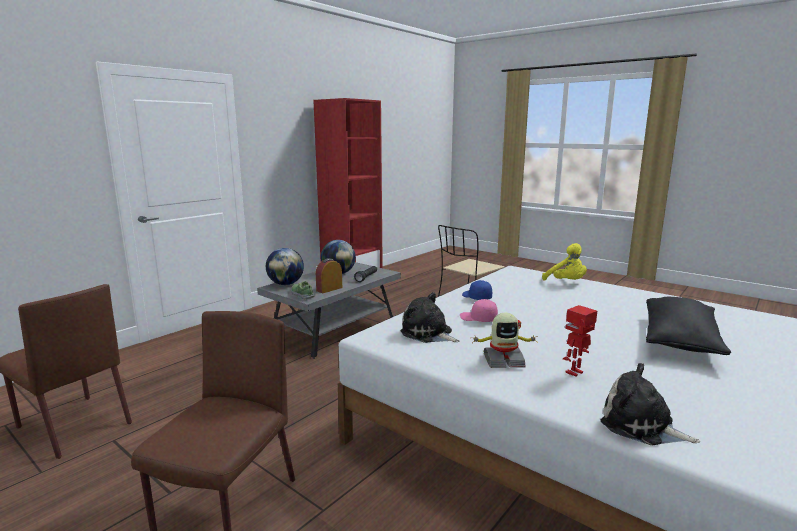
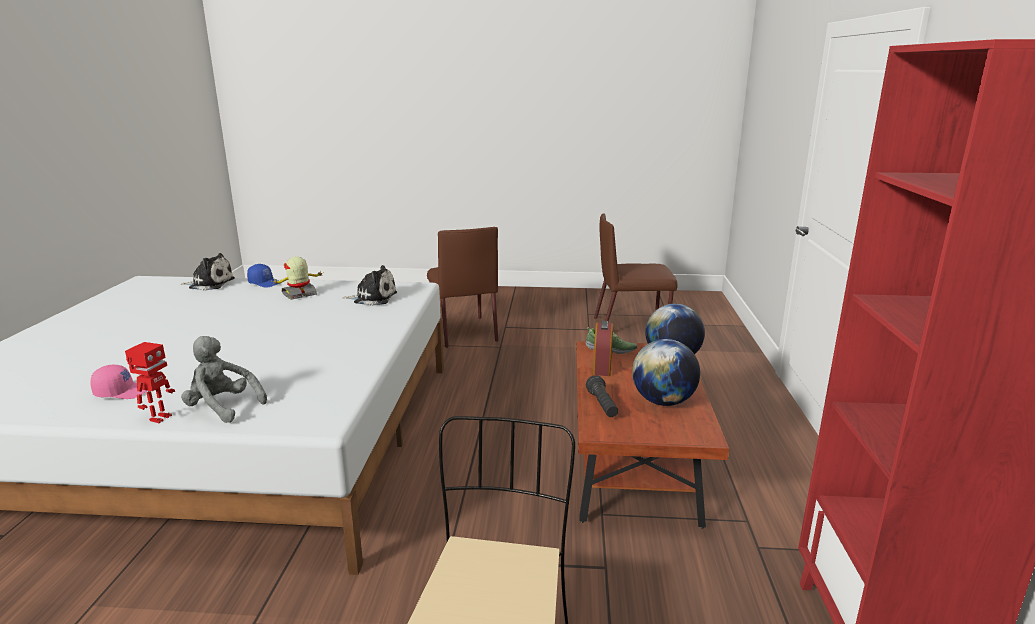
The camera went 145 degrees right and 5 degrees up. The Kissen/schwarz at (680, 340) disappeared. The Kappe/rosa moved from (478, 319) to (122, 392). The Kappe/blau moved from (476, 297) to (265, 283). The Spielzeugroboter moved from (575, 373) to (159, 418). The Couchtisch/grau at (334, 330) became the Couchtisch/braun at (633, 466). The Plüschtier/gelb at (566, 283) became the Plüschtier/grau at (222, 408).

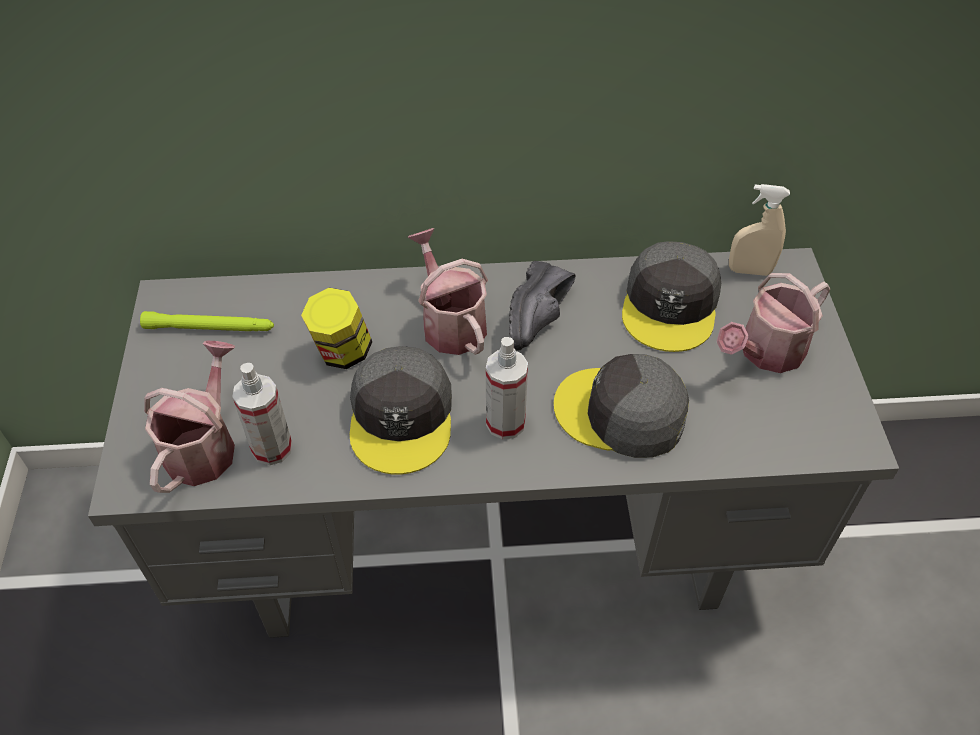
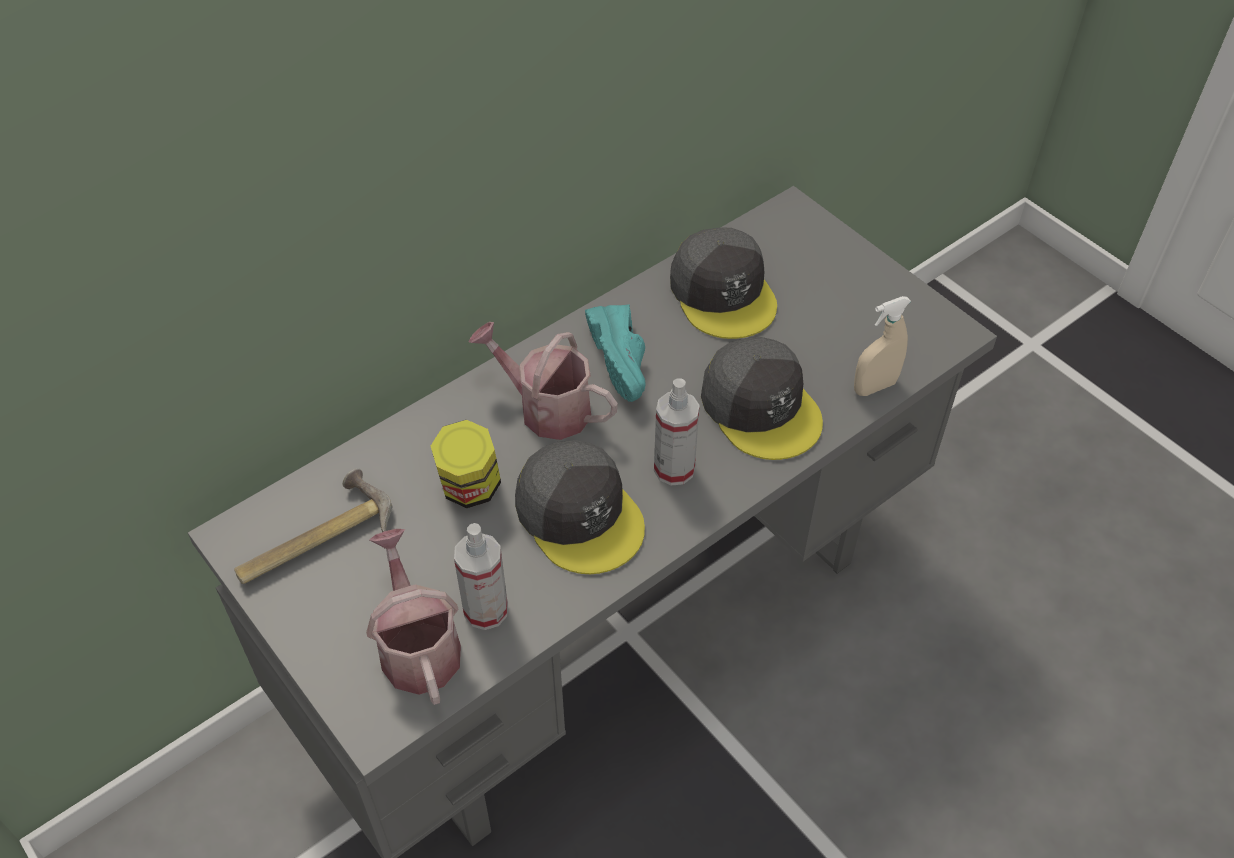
The camera went 35 degrees left and 0 degrees up. The Gießkanne at (765, 352) disappeared. The Sprühflasche/beige moved from (749, 270) to (874, 387). The Taschenlampe/grün at (210, 328) was replaced by the Hammer at (314, 538). The Schuh/schwarz at (541, 319) became the Schuh/türkis at (625, 362). The Kappe/grau at (621, 413) turned 105 degrees counterclockwise.

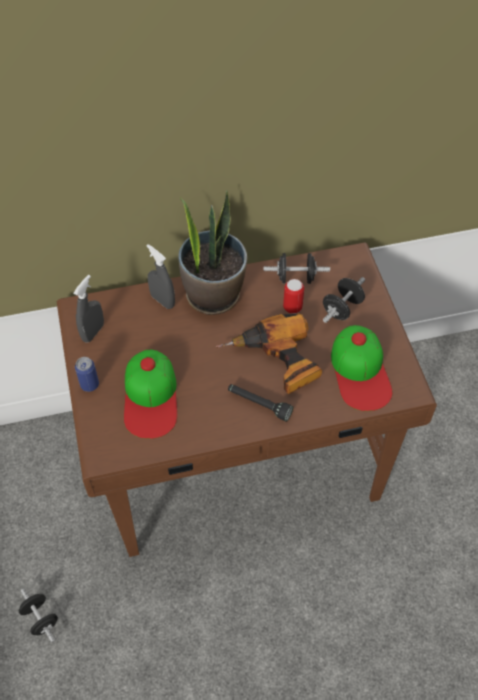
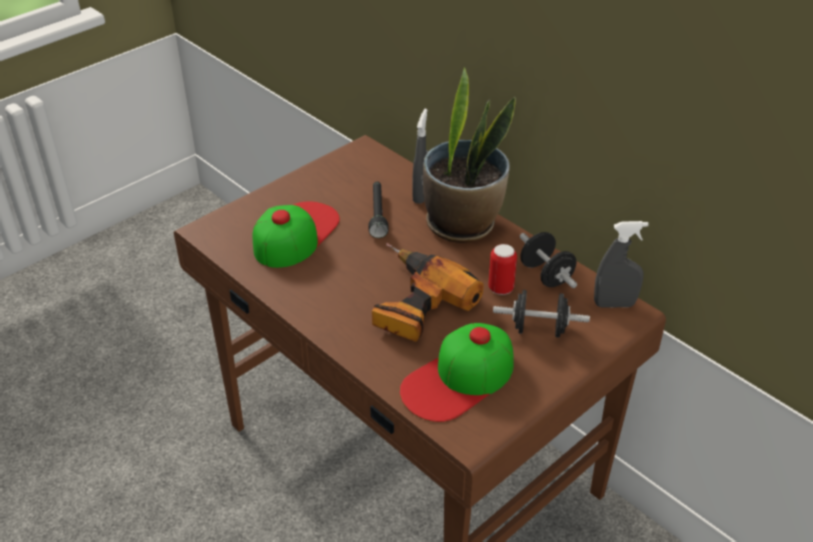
The camera went 60 degrees right and 15 degrees down. The Hantel/schwarz at (41, 618) disappeared. The Dose at (89, 384) disappeared. The Sprühflasche/grau moved from (93, 332) to (614, 304). The Taschenlampe/schwarz moved from (259, 404) to (377, 214). The Kappe at (151, 397) turned 150 degrees clockwise.

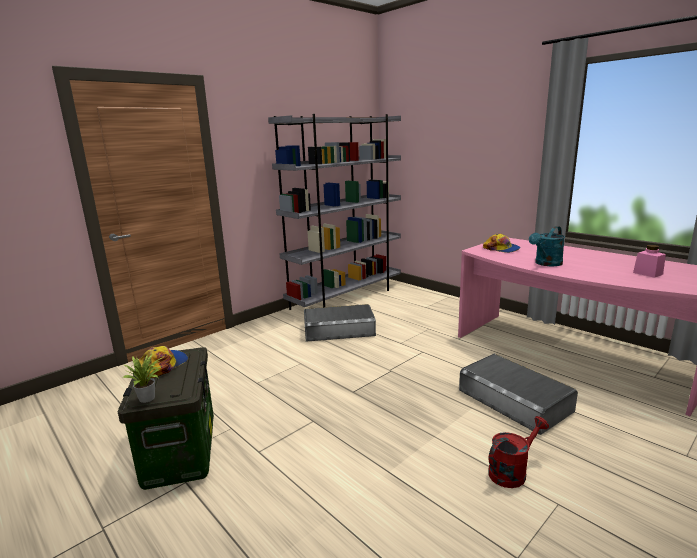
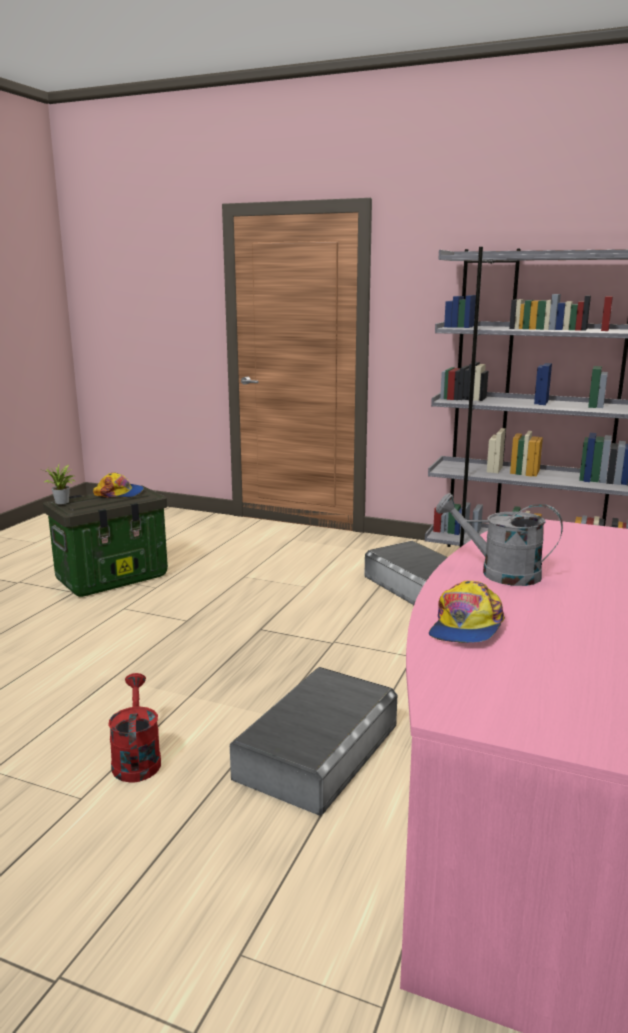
The camera went 65 degrees right and 0 degrees up. The Vorratsglas/rosa at (648, 273) disappeared. The Kappe moved from (501, 249) to (466, 626). The Gießkanne/türkis at (546, 264) became the Gießkanne/grau at (499, 573). The Gießkanne/rot at (512, 471) turned 135 degrees counterclockwise.

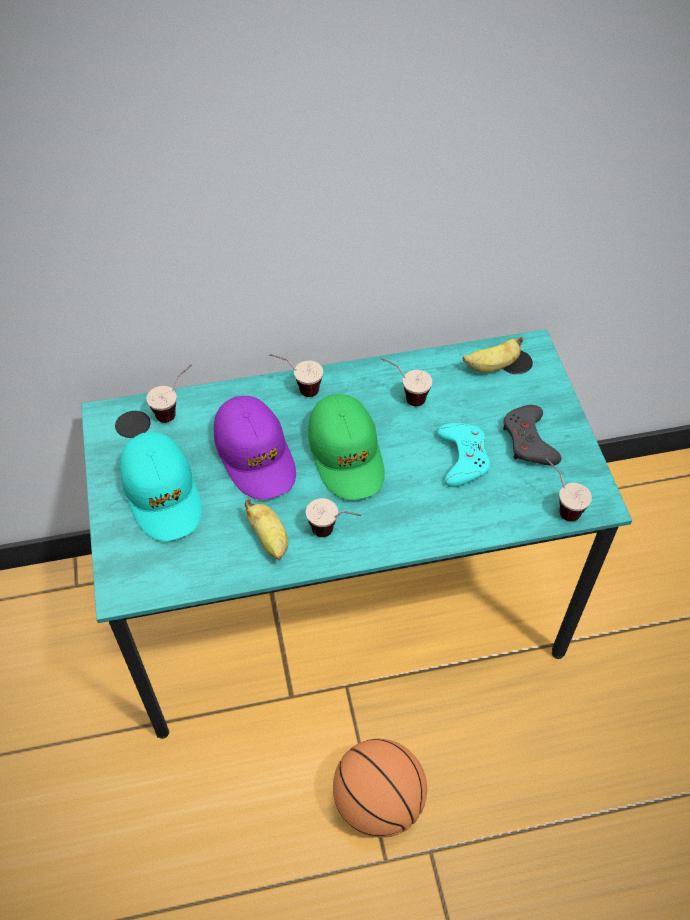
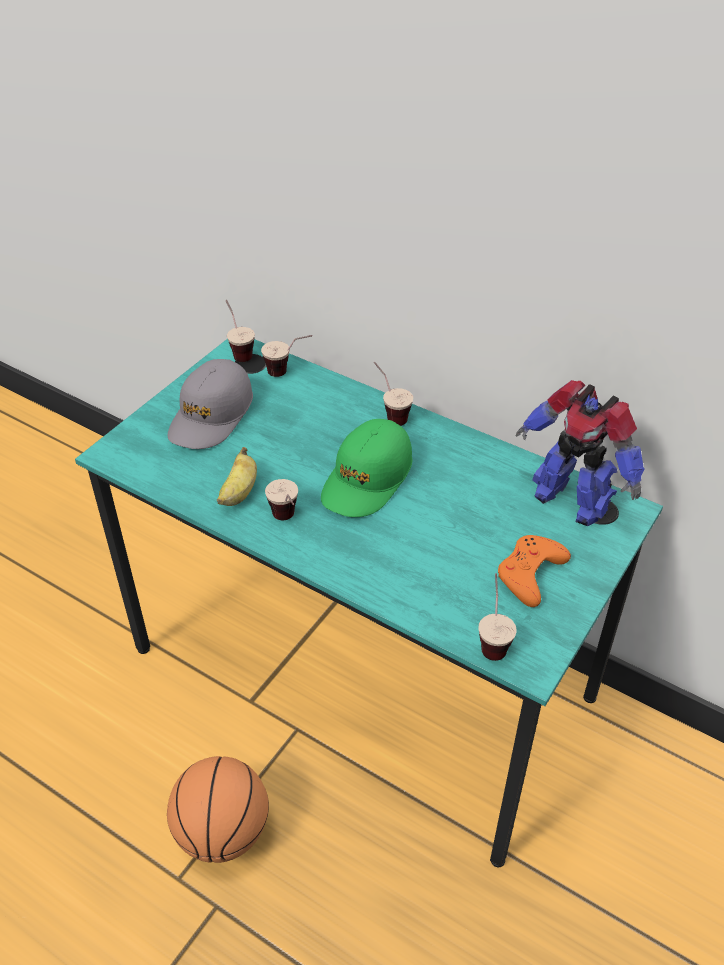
The camera went 45 degrees right and 10 degrees down. The Kappe/lila at (255, 455) disappeared. The Gamepad/türkis at (463, 458) disappeared. The Tasse moved from (404, 396) to (239, 351). The Banane at (491, 366) was replaced by the Spielzeugroboter at (571, 499). The Kappe/türkis at (162, 493) became the Kappe/grau at (211, 415). The Gamepad/grau at (529, 441) became the Gamepad/orange at (530, 573).

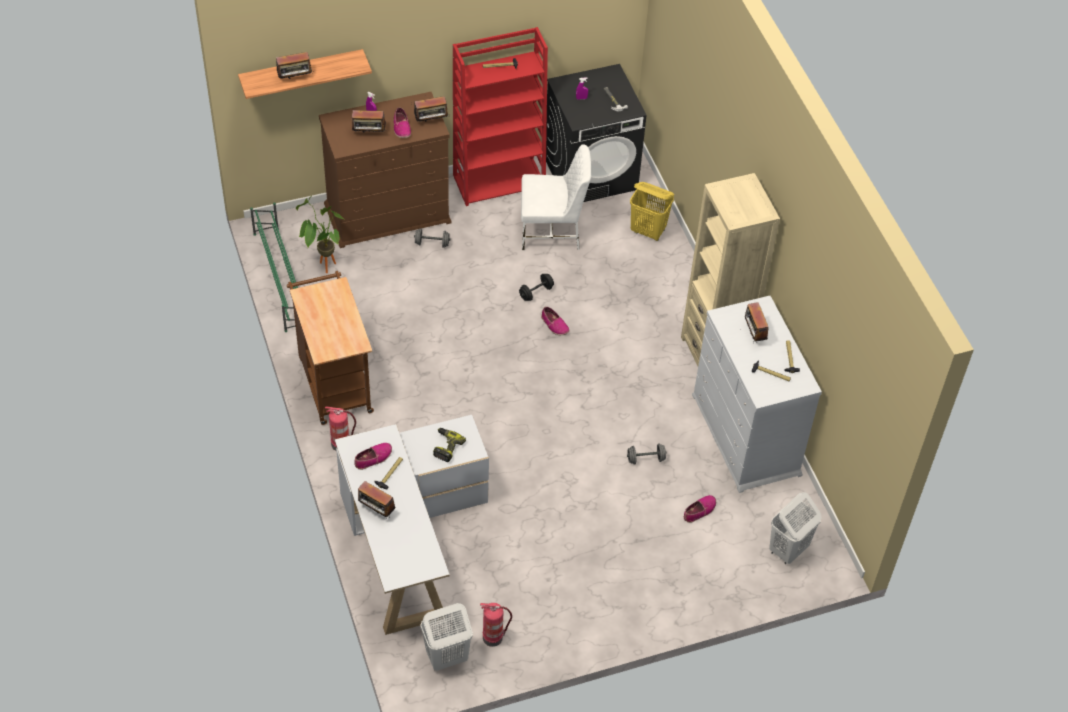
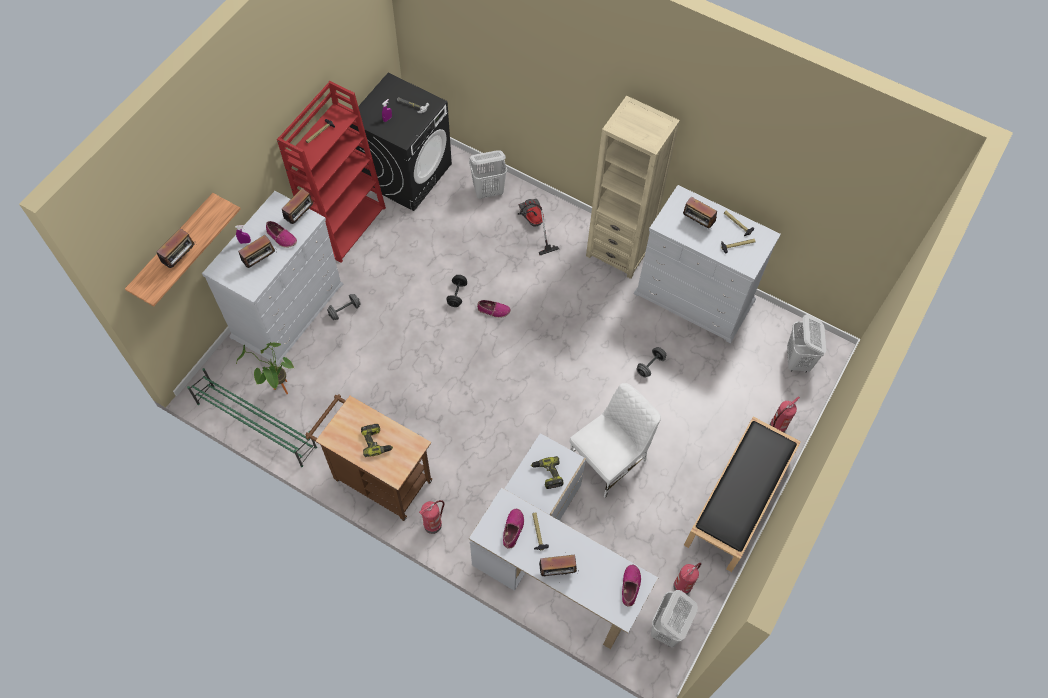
The camera went 40 degrees left and 10 degrees up. The Bohrmaschine at (376, 442) appeared. The Staubsauger at (533, 225) appeared. The Bank/schwarz at (738, 501) appeared. The Feuerlöscher at (777, 427) appeared. The Stuhl/weiß moved from (552, 231) to (609, 460). The Schuh moved from (699, 511) to (630, 586). The Kommode/braun at (388, 213) became the Kommode/weiß at (288, 310). The Wäschekorb/gelb at (648, 231) became the Wäschekorb/weiß at (488, 191).

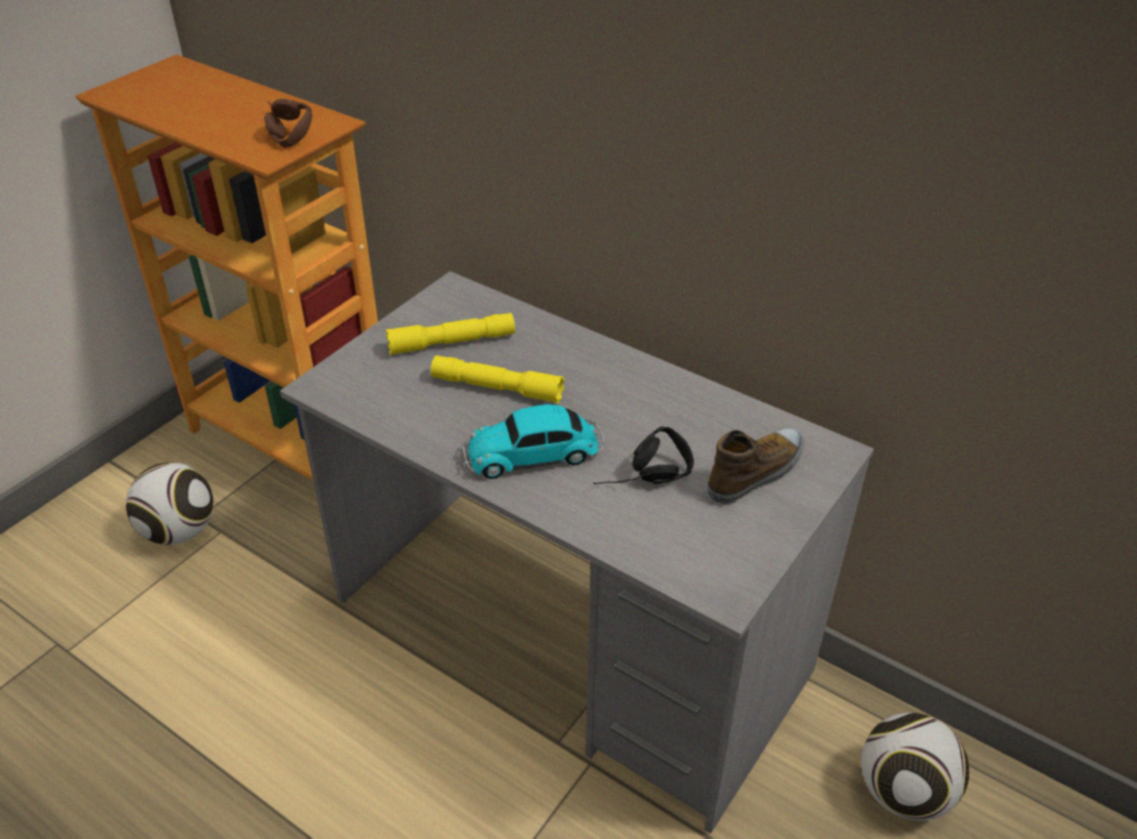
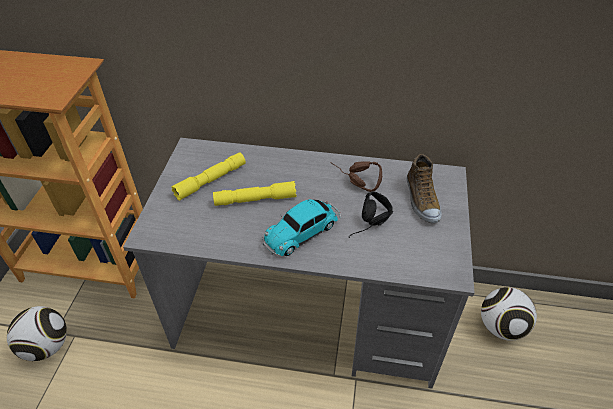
The camera went 25 degrees left and 5 degrees up. The Kopfhörer/braun moved from (279, 132) to (353, 181). The Schuh at (756, 472) turned 150 degrees clockwise.

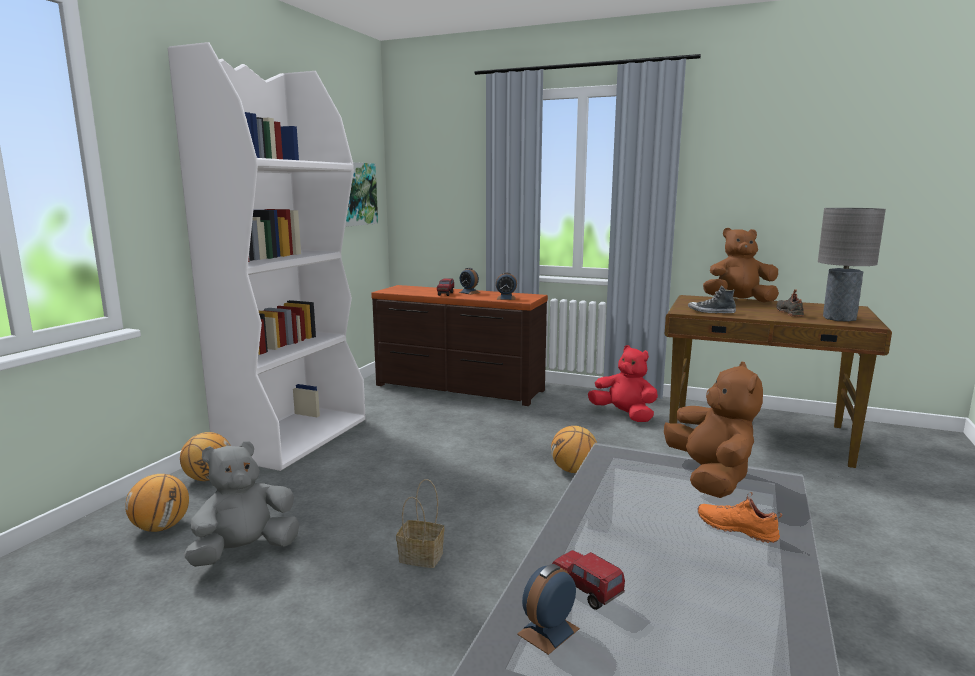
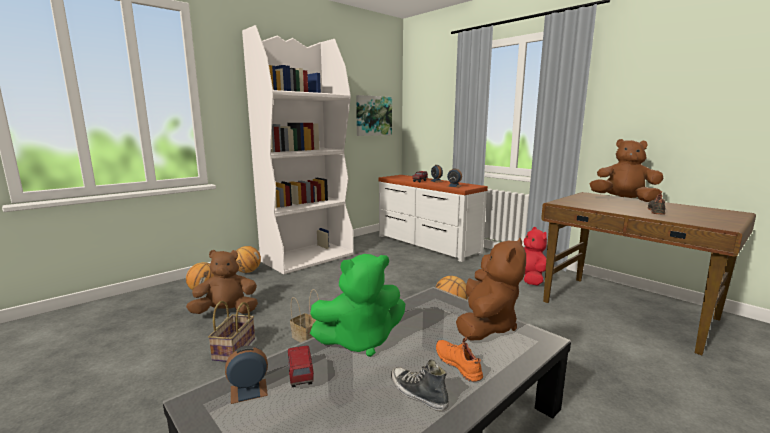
The camera went 25 degrees right and 0 degrees up. The Tischlampe/grau at (839, 318) disappeared. The Korb at (234, 349) appeared. The Plüschtier/grün at (360, 341) appeared. The Schuh moved from (711, 312) to (418, 393). The Plüschtier/grau at (245, 551) became the Plüschtier/braun at (226, 312). The Kommode/braun at (458, 388) became the Kommode/weiß at (426, 244).

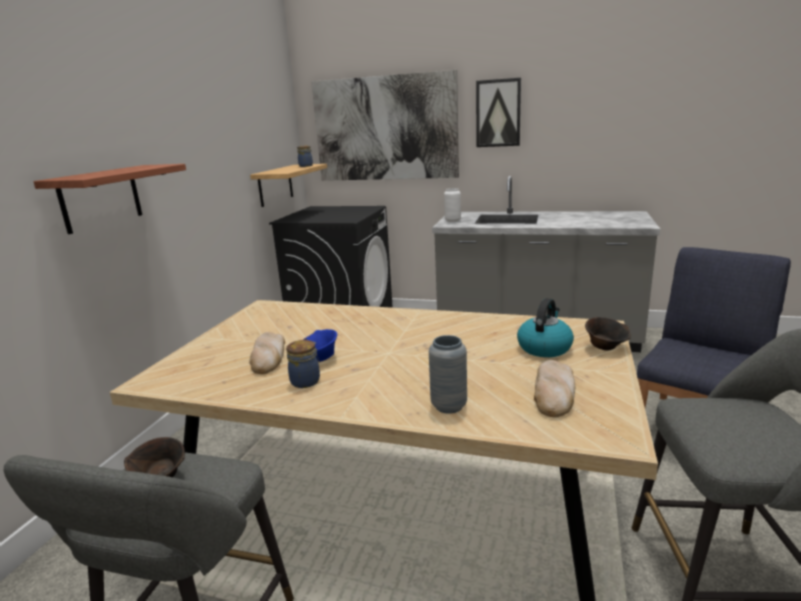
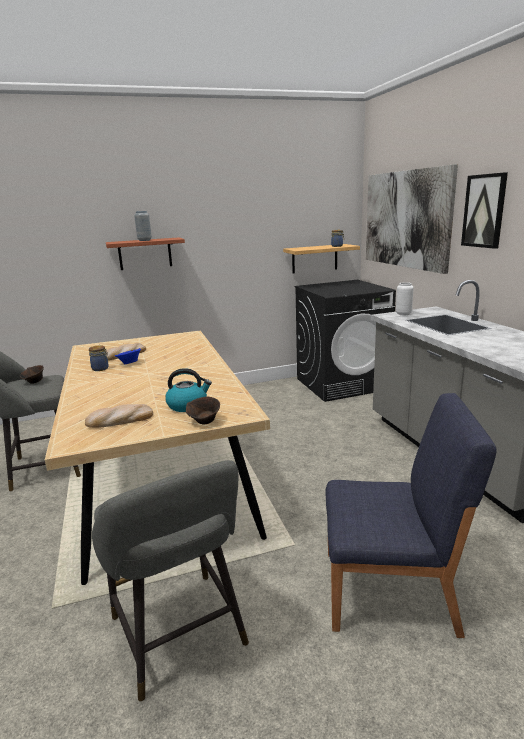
The camera went 55 degrees right and 0 degrees up. The Vase/grau moved from (449, 406) to (144, 240).

